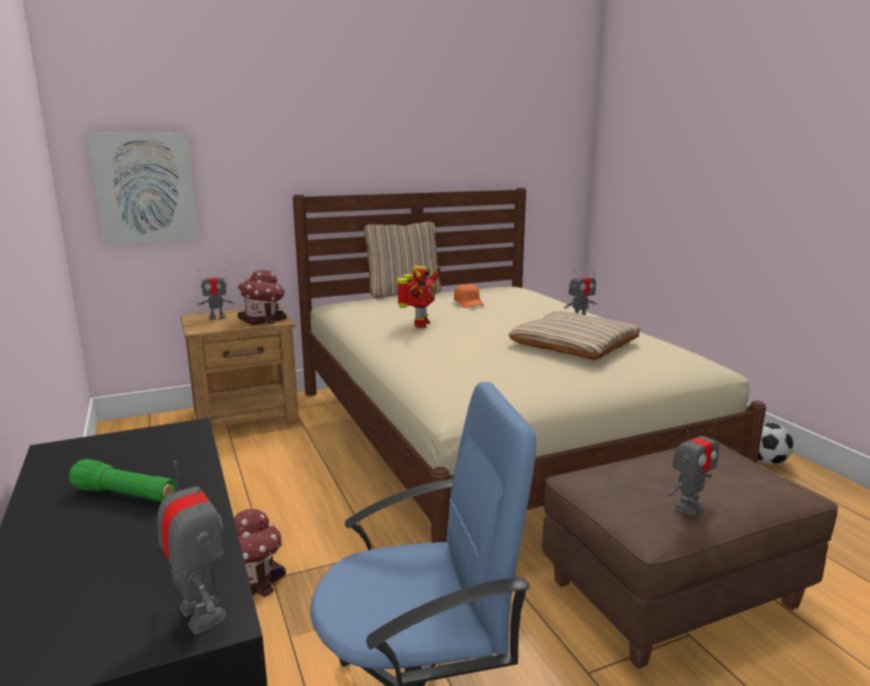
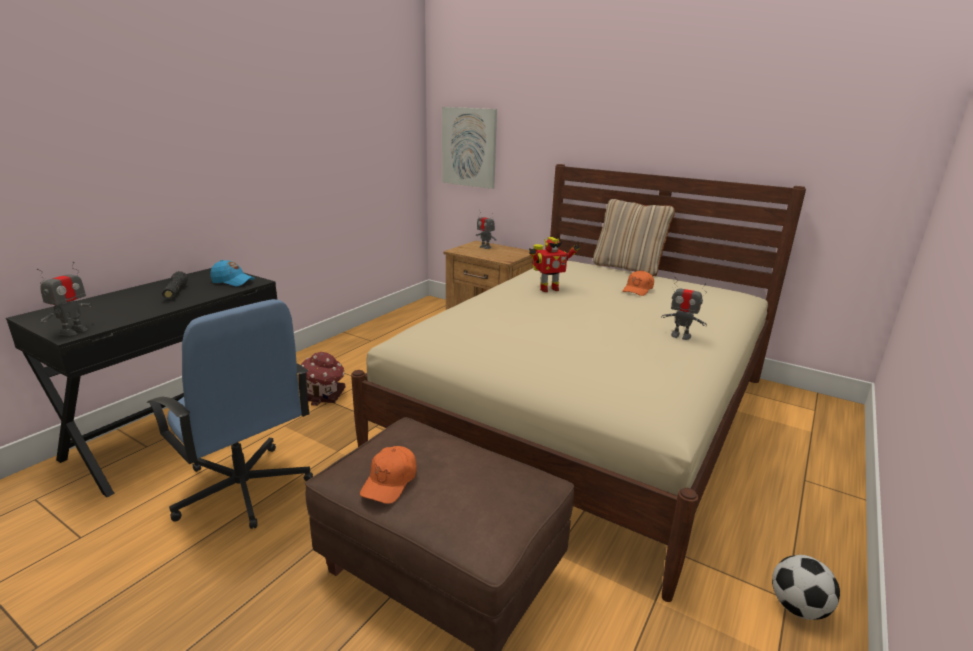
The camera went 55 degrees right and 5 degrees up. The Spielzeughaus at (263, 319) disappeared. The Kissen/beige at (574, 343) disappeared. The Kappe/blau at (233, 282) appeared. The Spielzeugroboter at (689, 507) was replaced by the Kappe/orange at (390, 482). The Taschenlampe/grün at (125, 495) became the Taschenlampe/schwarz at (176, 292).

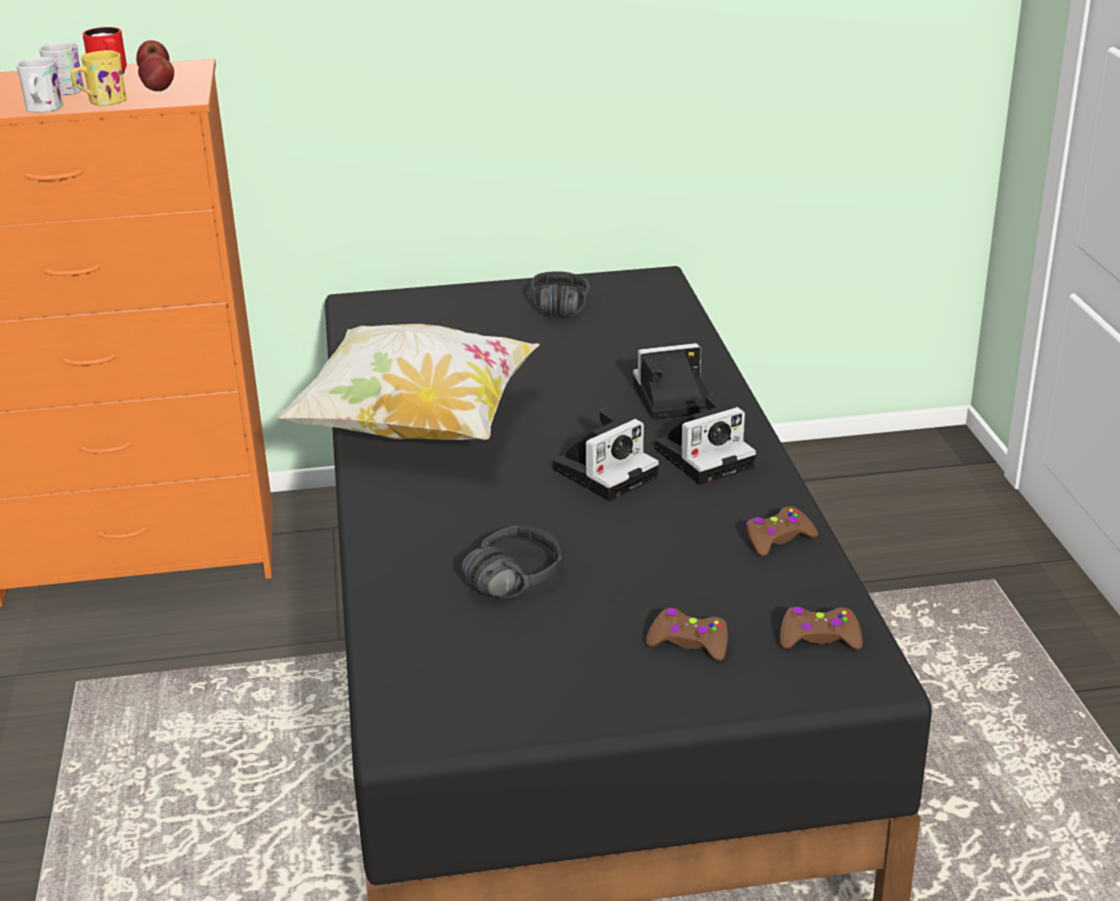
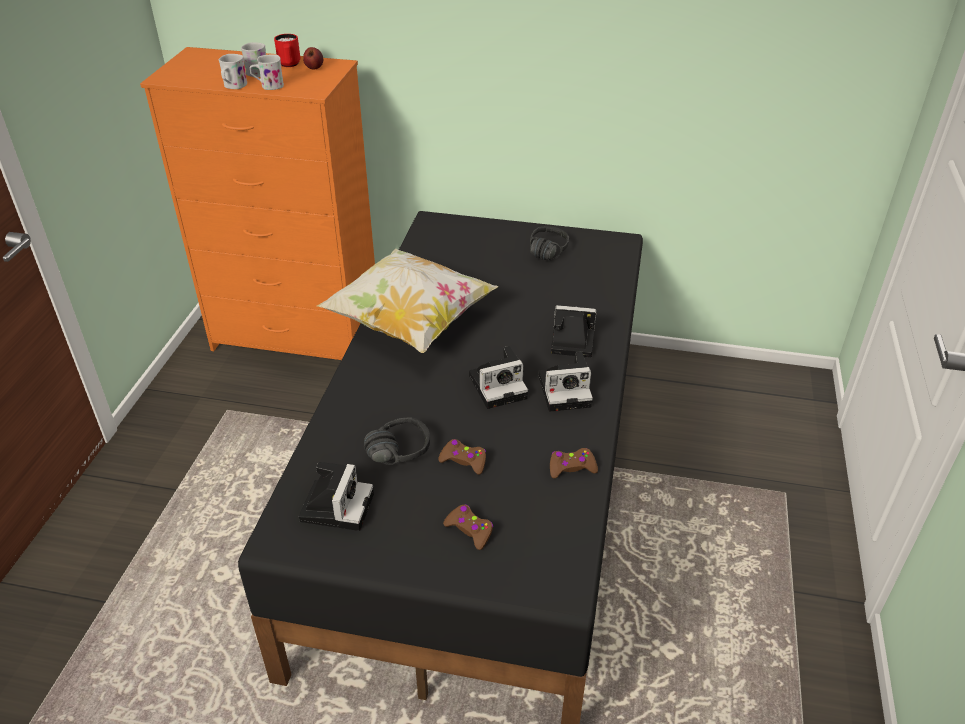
The camera went 20 degrees right and 10 degrees up. The Apfel at (158, 90) disappeared. The Kamera at (337, 505) appeared. The Gamepad/braun moved from (819, 638) to (464, 460). The Henkelbecher/gelb at (101, 102) became the Henkelbecher/weiß at (268, 86).

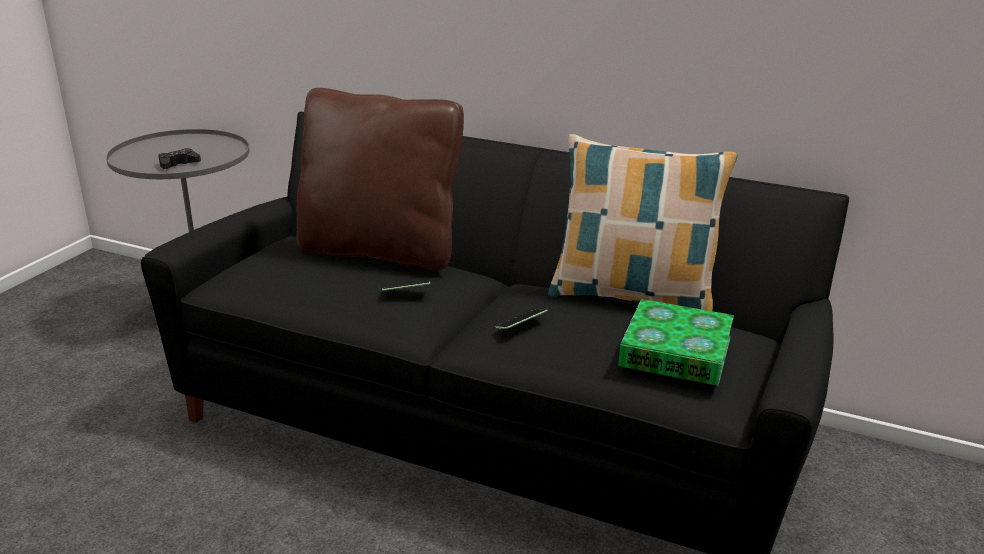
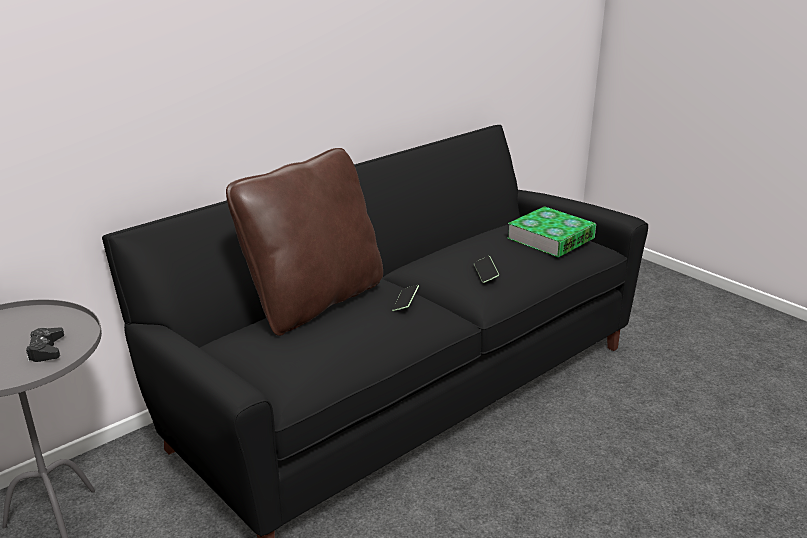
The camera went 65 degrees left and 0 degrees up. The Kissen at (632, 297) disappeared.

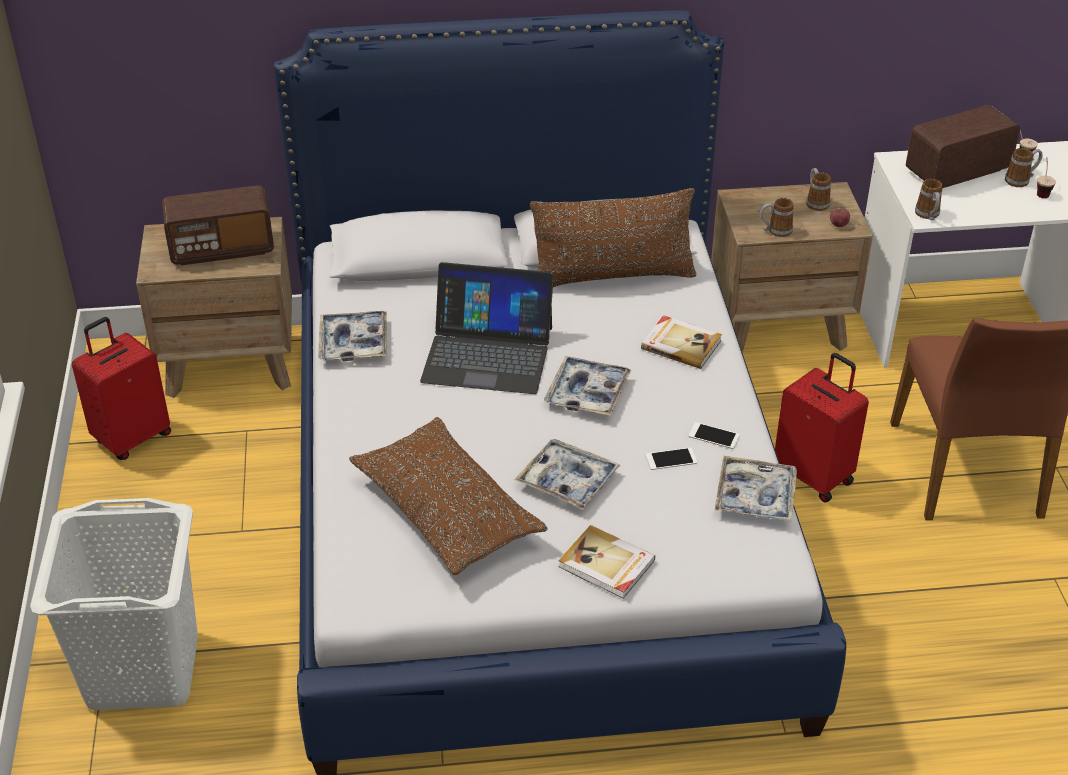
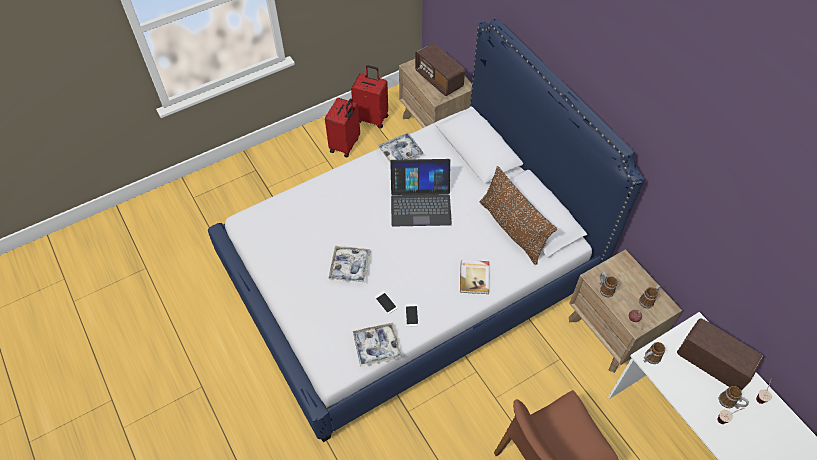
The camera went 65 degrees right and 15 degrees up. The Wäschekorb/weiß at (144, 669) disappeared. The Kissen/braun at (446, 511) disappeared. The Tablett at (587, 393) disappeared. The Buch at (606, 565) disappeared. The Koffer/rot moved from (815, 476) to (345, 145). The Laptop at (488, 354) turned 75 degrees counterclockwise.

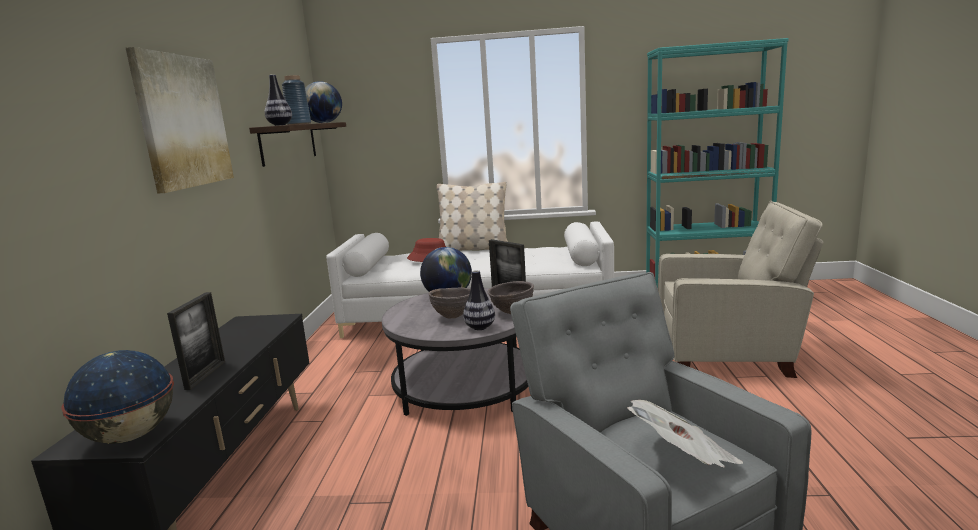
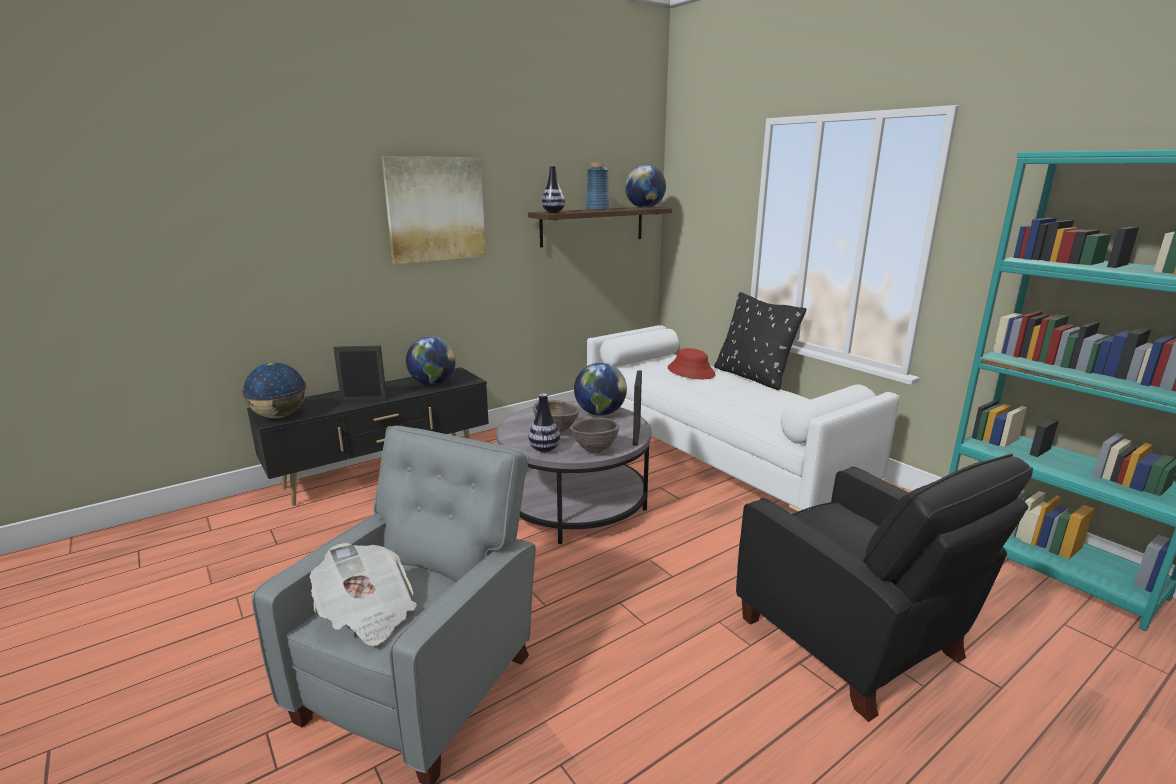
The camera went 50 degrees right and 5 degrees up. The Globus at (433, 383) appeared. The Kissen/beige at (473, 248) became the Kissen/schwarz at (752, 377). The Sessel/beige at (729, 356) became the Sessel/schwarz at (854, 642). The Bilderrahmen at (205, 375) turned 150 degrees counterclockwise.

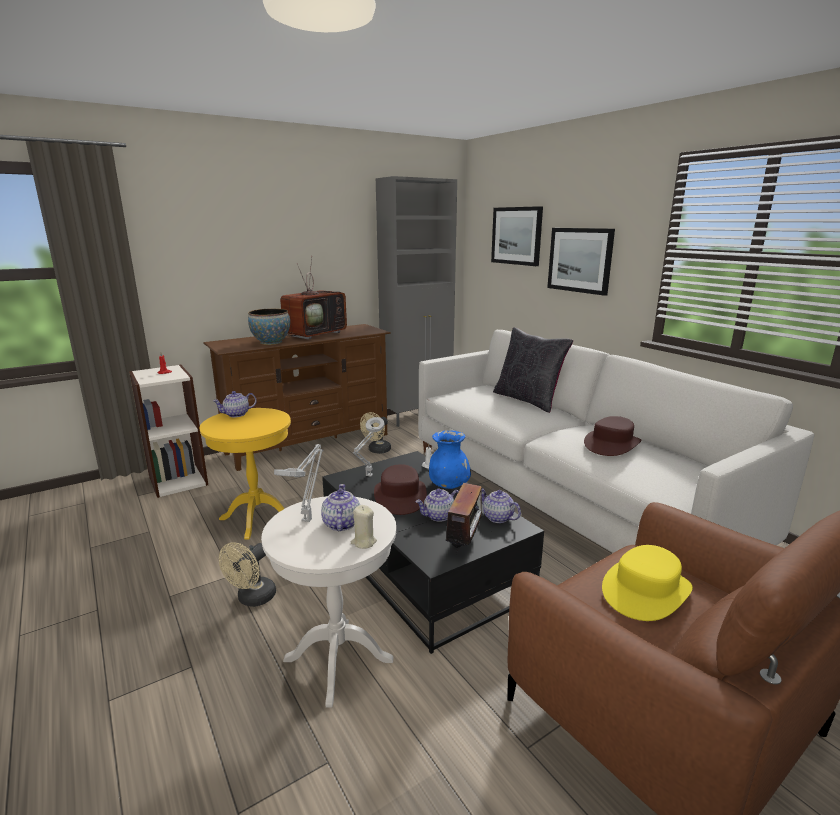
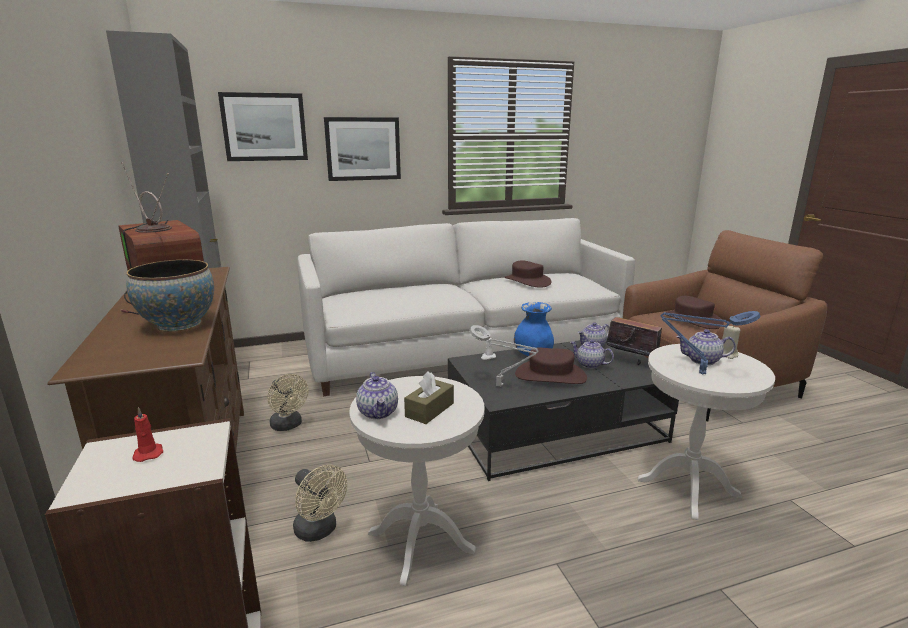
The camera went 75 degrees left and 0 degrees up. The Kissen/schwarz at (528, 400) disappeared. The Taschentuchbox/braun at (429, 410) appeared. The Ventilator/beige moved from (252, 599) to (319, 531). The Beistelltisch/gelb at (257, 518) became the Beistelltisch/weiß at (420, 542). The Tischlampe/grau at (307, 519) became the Tischlampe/blau at (699, 372). The Hut/gelb at (645, 590) became the Hut/braun at (692, 320). The Teekanne at (439, 516) turned 135 degrees clockwise.

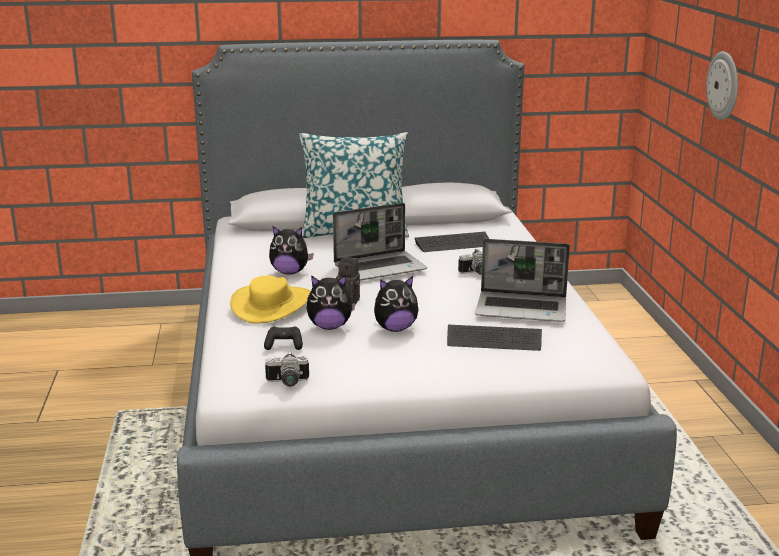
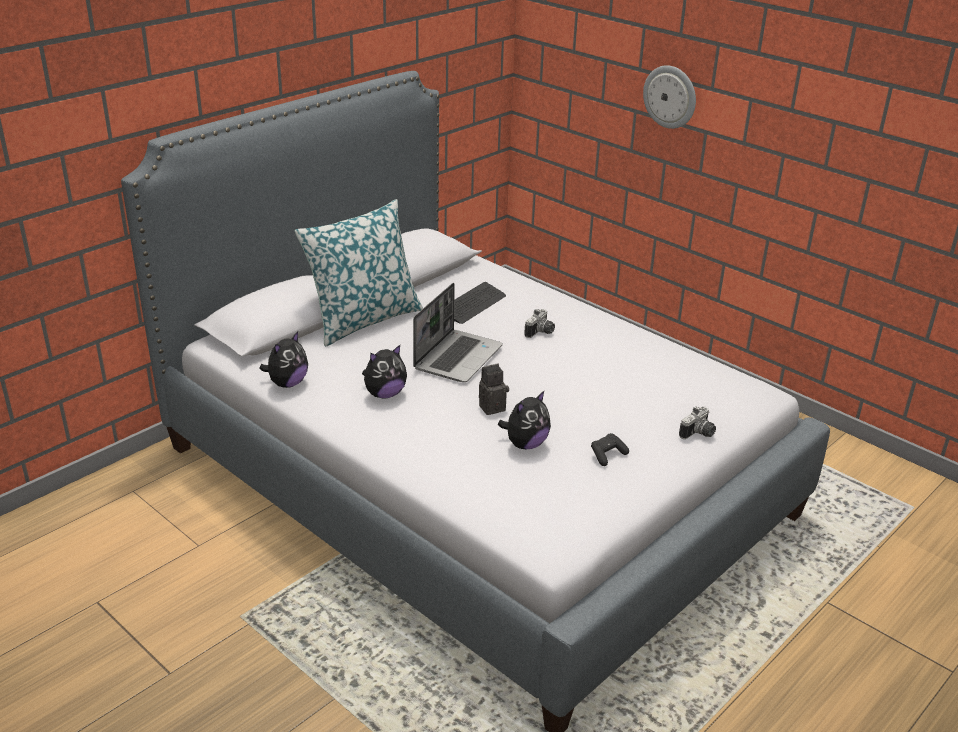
The camera went 40 degrees left and 10 degrees up. The Hut/gelb at (272, 305) disappeared. The Tastatur at (494, 340) disappeared. The Laptop at (522, 309) disappeared. The Gamepad/schwarz moved from (284, 345) to (607, 455). The Kamera moved from (287, 382) to (699, 434). The Plüschtier moved from (395, 328) to (287, 383).

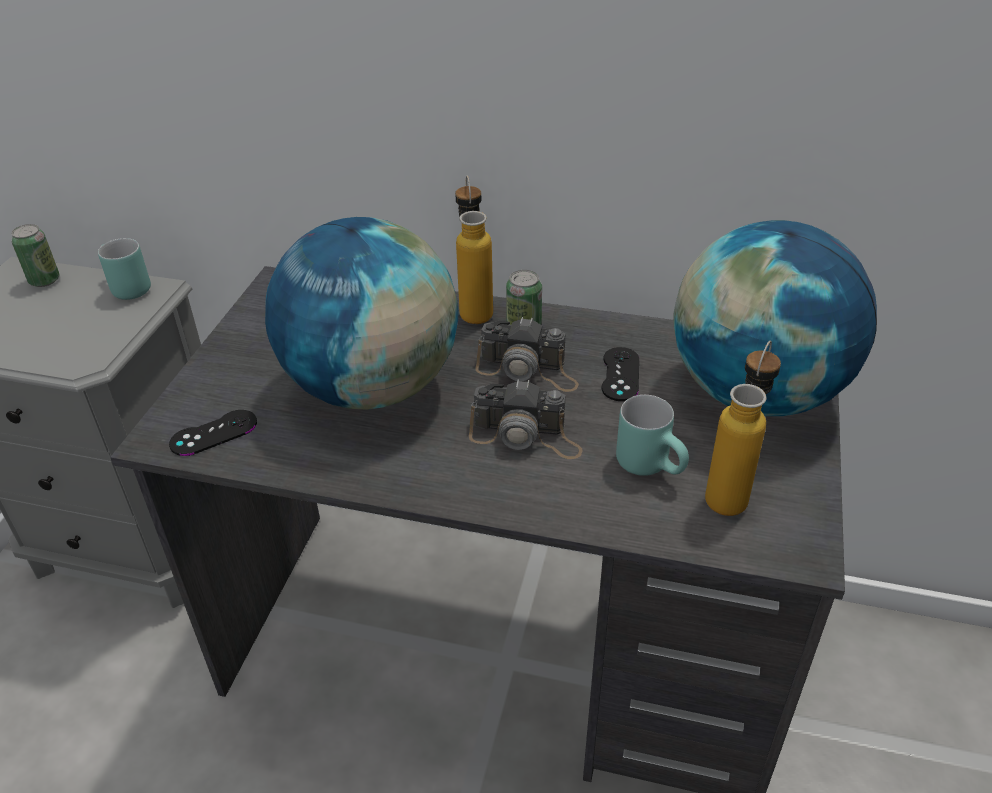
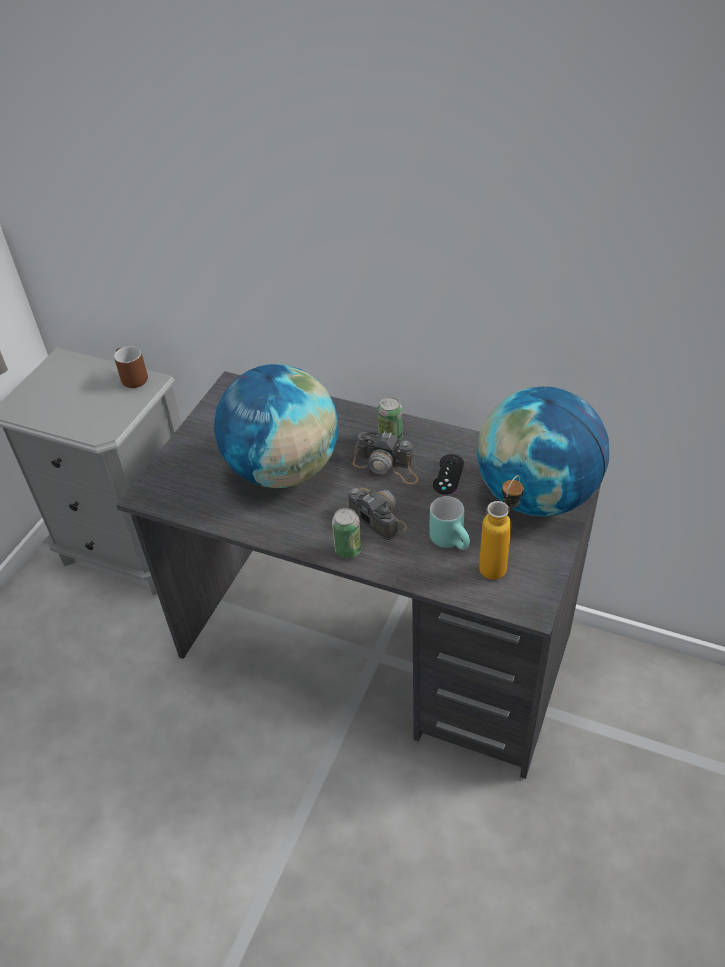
The camera went 10 degrees right and 5 degrees up. The Gamepad/schwarz at (214, 433) disappeared. The Flasche at (474, 307) disappeared. The Dose moved from (44, 280) to (348, 550). The Henkelbecher/türkis at (124, 288) became the Henkelbecher/braun at (130, 379). The Kamera at (526, 436) turned 150 degrees counterclockwise.

